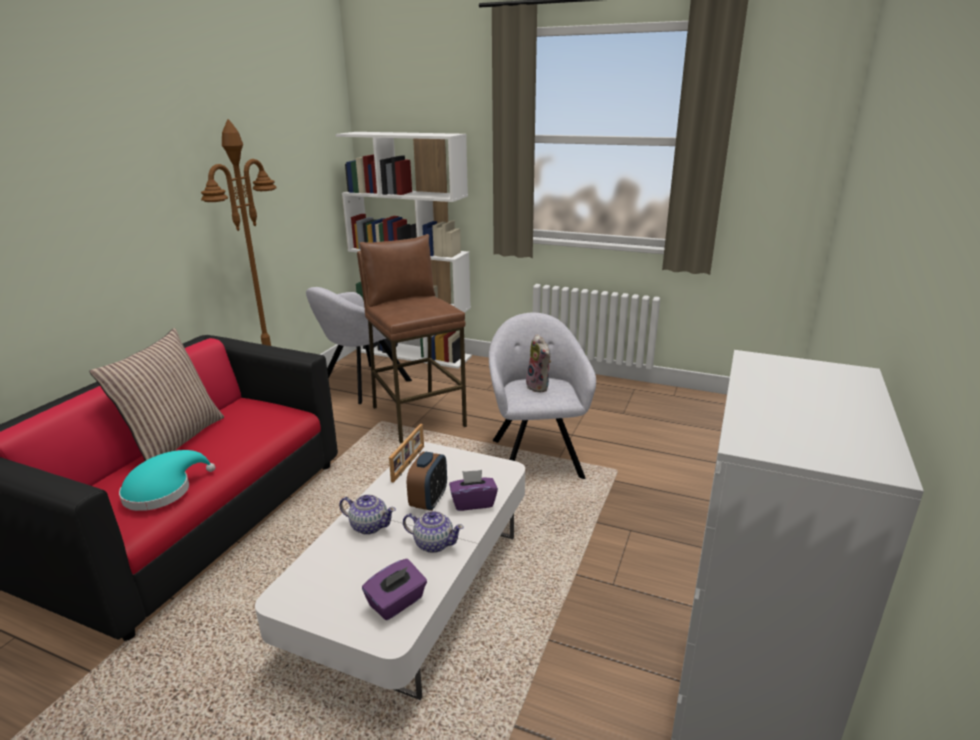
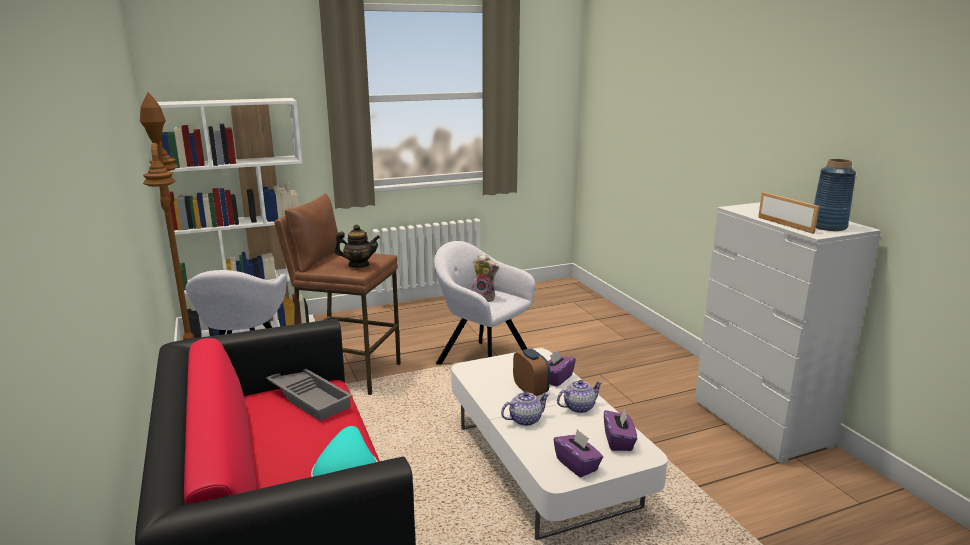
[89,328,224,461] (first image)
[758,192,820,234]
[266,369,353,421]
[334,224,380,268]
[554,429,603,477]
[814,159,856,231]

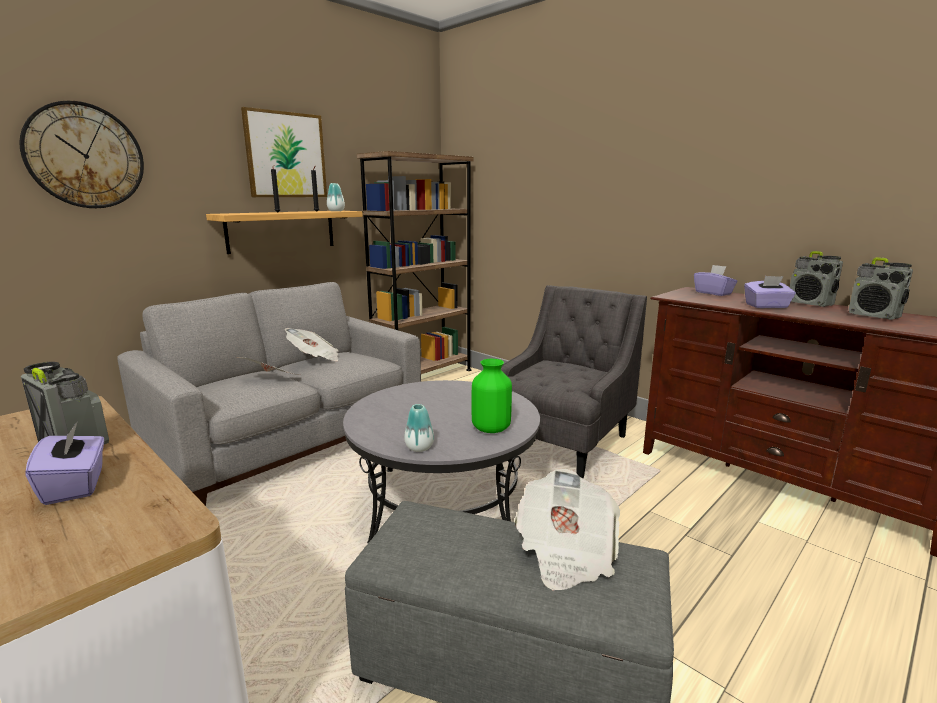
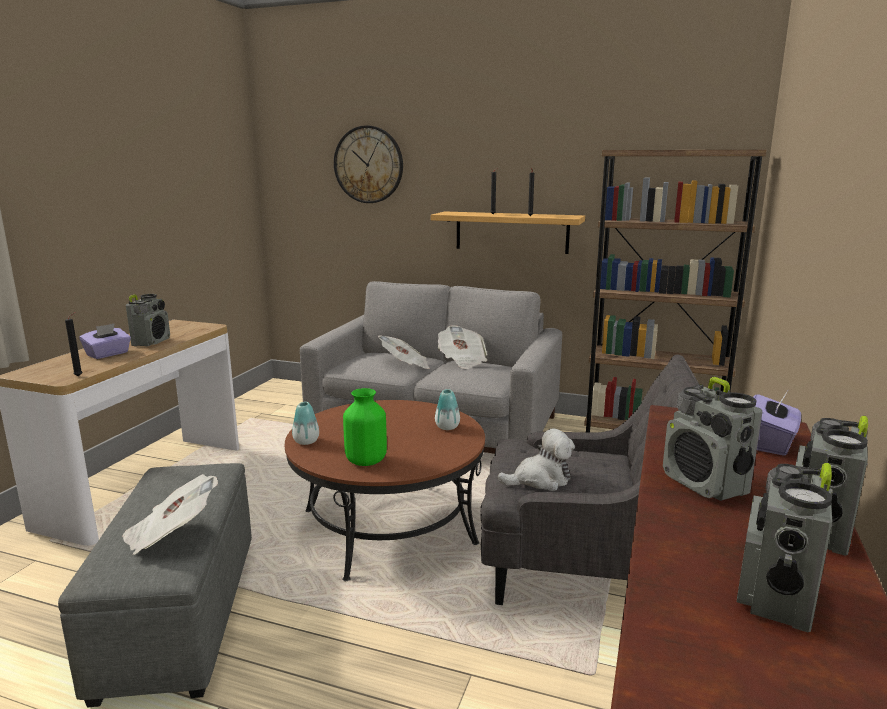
[241,107,327,197] (first image)
[435,389,460,430]
[285,400,485,581]
[663,377,762,501]
[65,312,82,377]
[498,428,575,491]

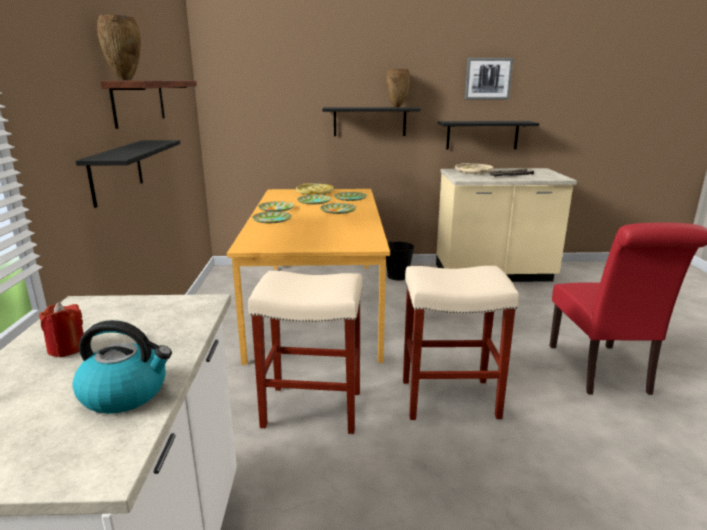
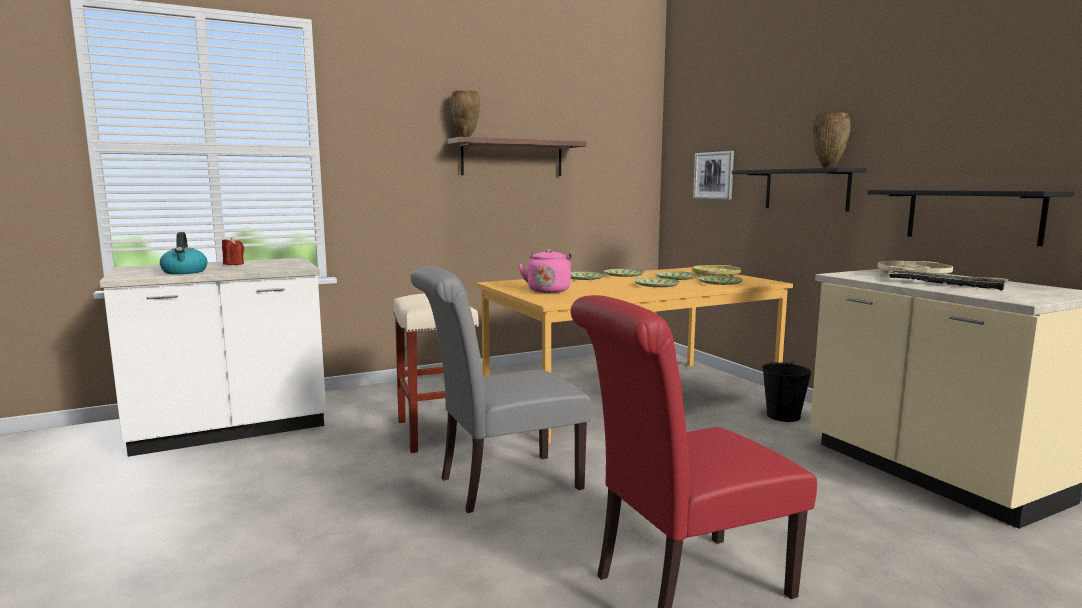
[76,140,181,208] (first image)
[410,265,591,513]
[693,151,734,200]
[518,249,572,293]

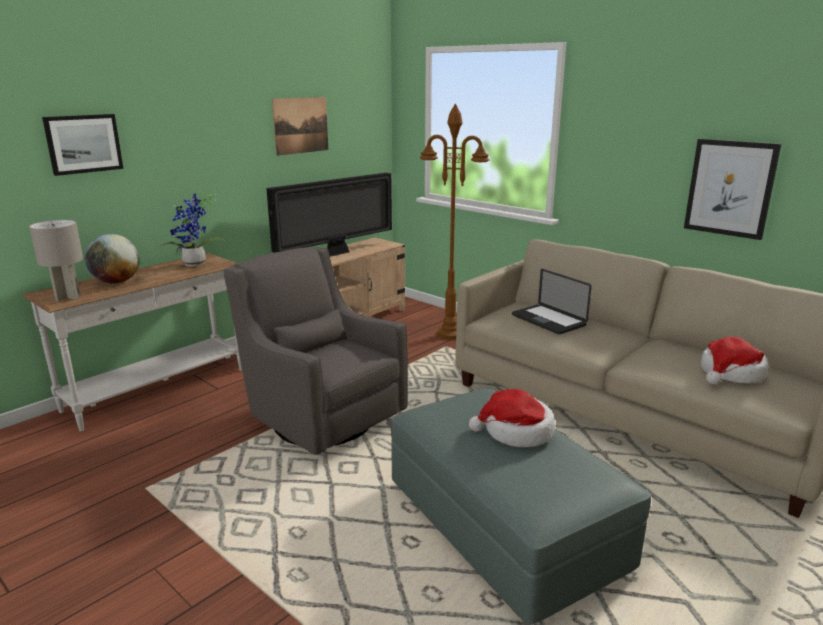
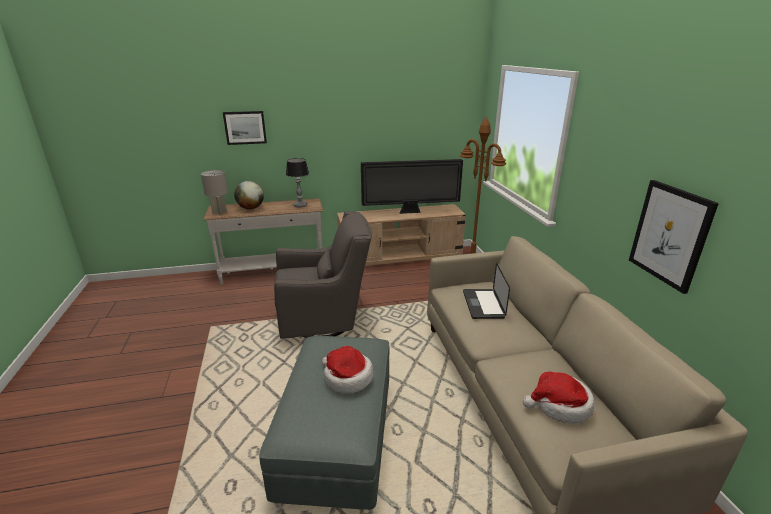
[286,158,309,207]
[274,211,372,339]
[272,97,328,156] (first image)

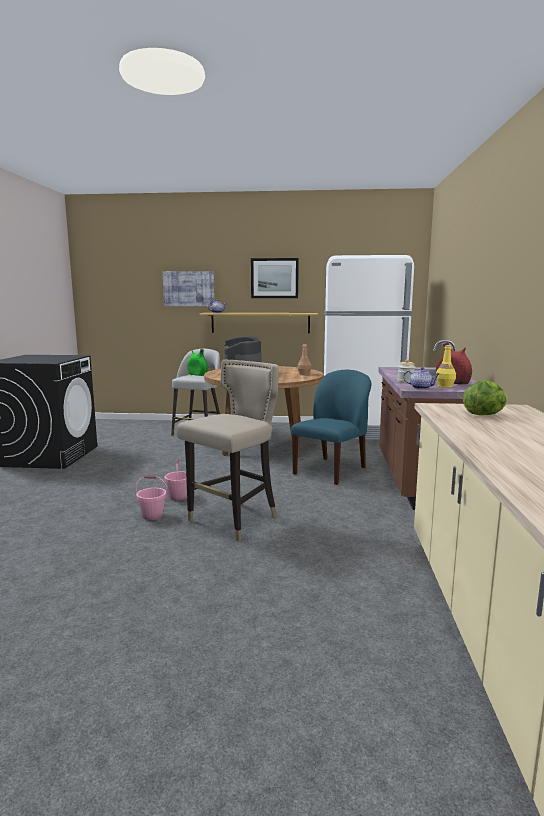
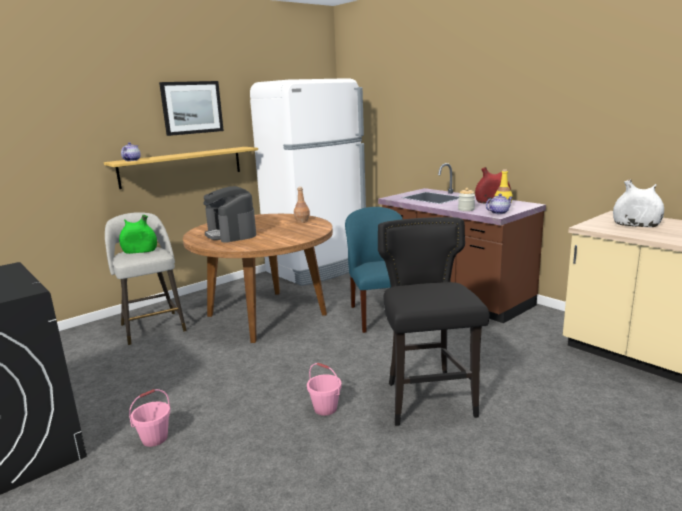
[129,389,170,447]
[163,271,214,306] (first image)
[378,217,489,426]
[613,179,664,227]

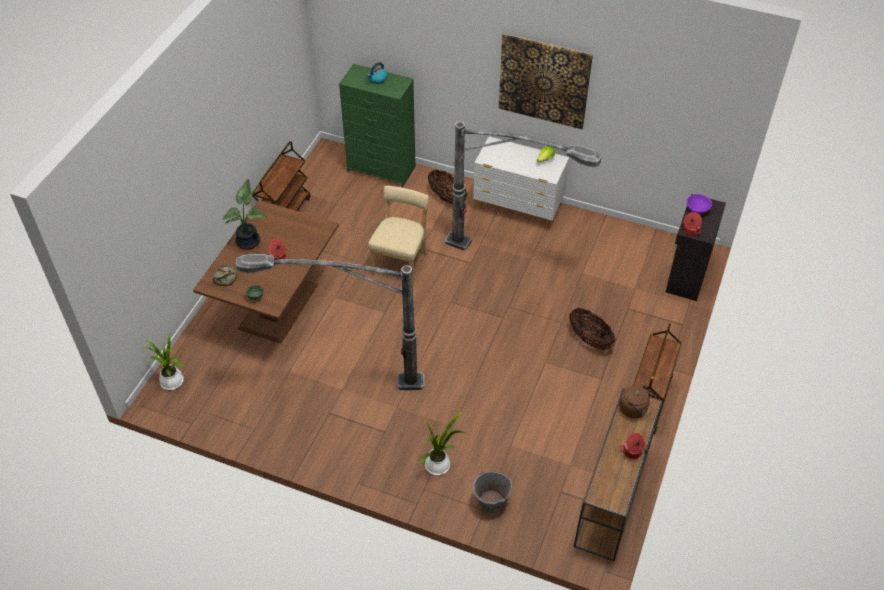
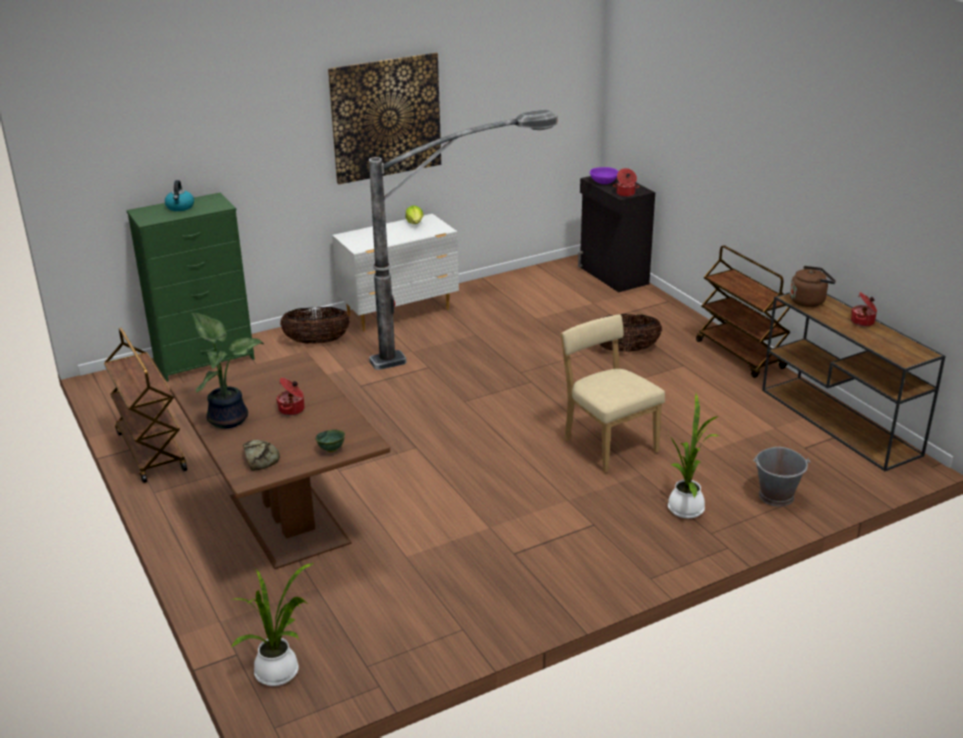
[235,254,424,390] (first image)
[561,315,665,473]

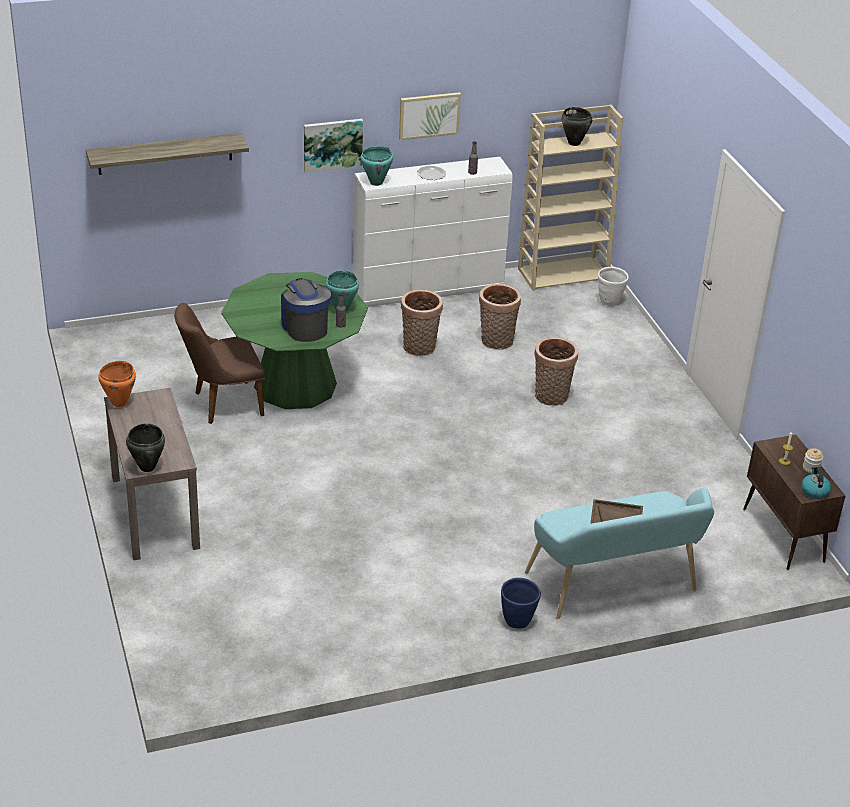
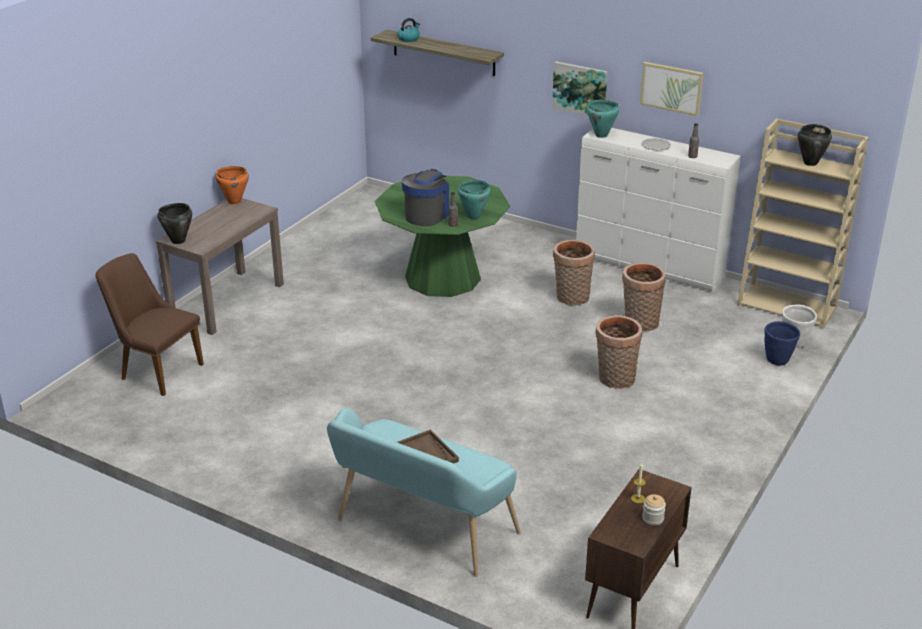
[95,253,204,396]
[764,321,800,366]
[398,18,420,42]

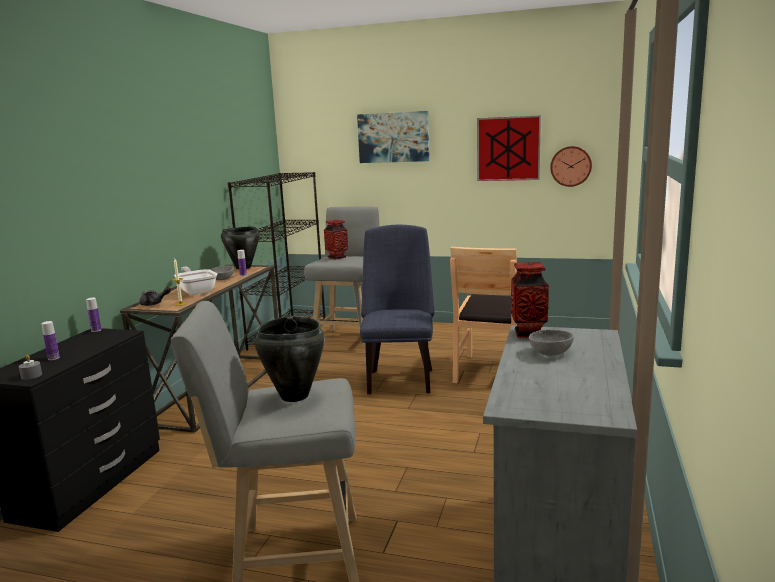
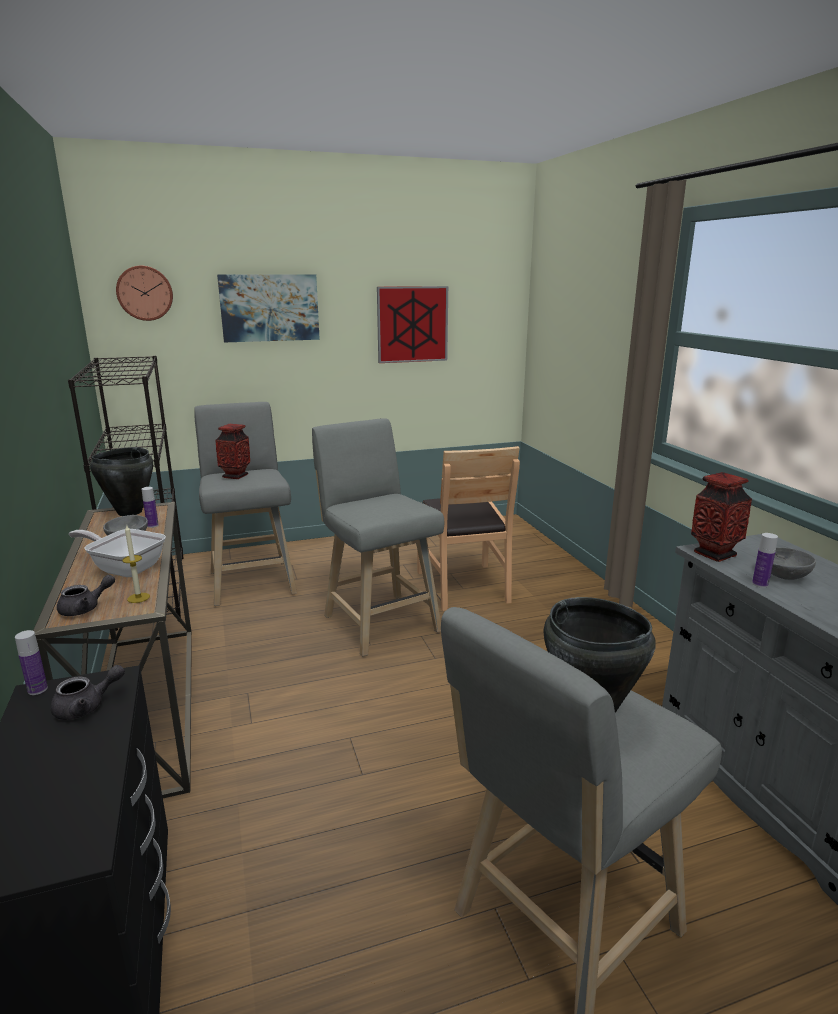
[19,355,42,380] (first image)
[752,533,778,588]
[312,418,444,656]
[116,266,173,321]
[51,665,125,720]

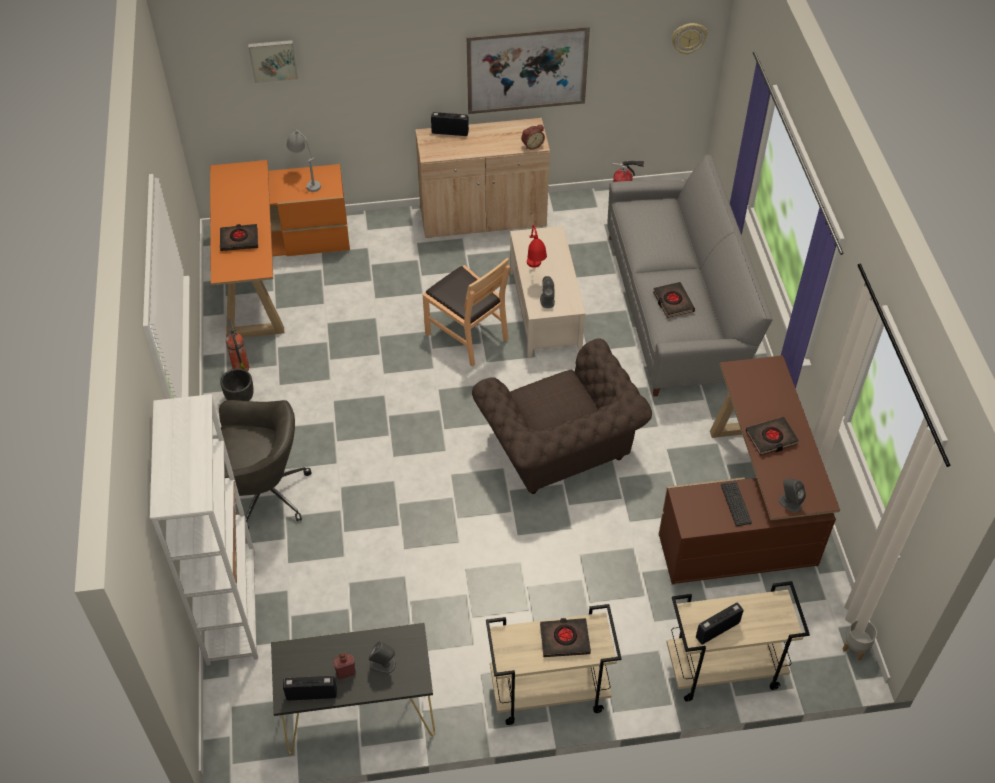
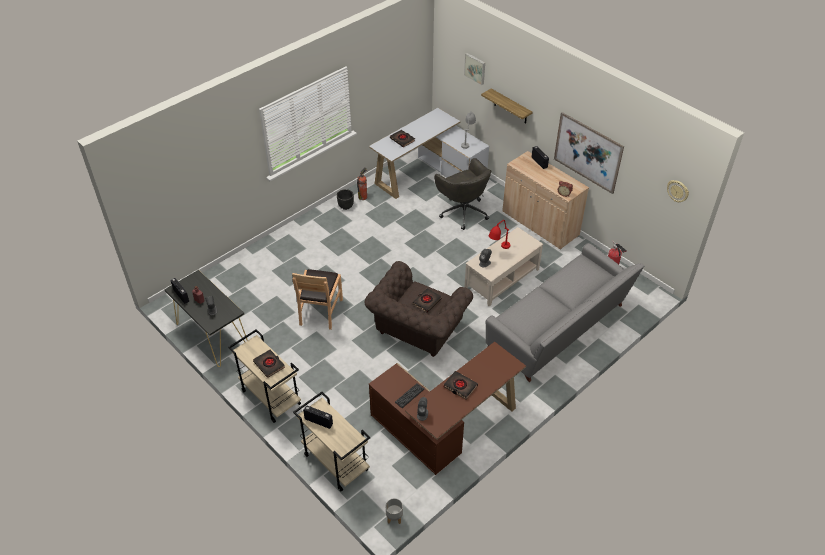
[150,394,258,666] (first image)
[369,108,490,199]
[434,158,491,230]
[292,269,343,330]
[413,288,442,313]
[481,89,533,124]

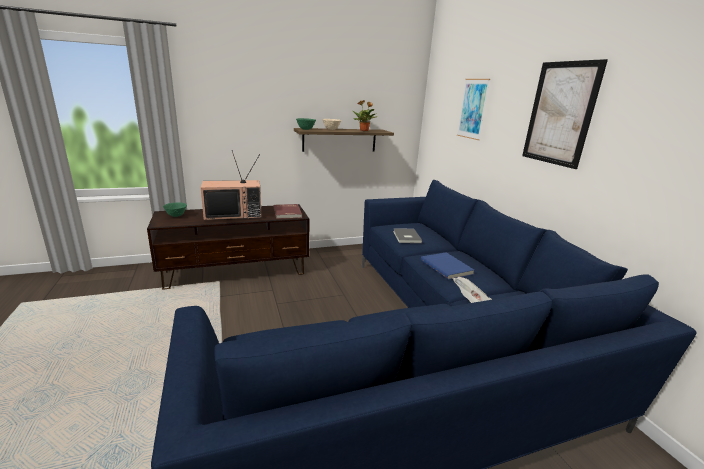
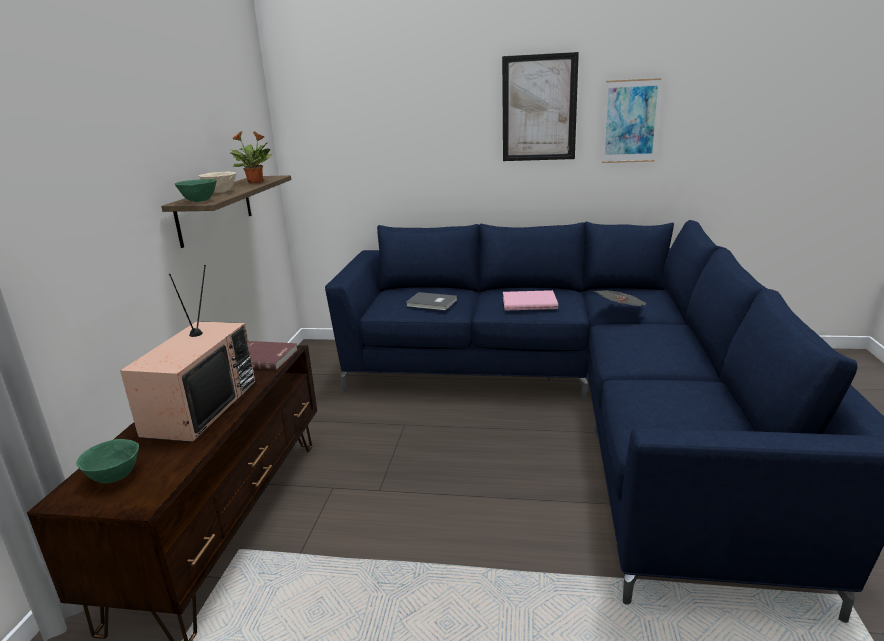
[503,290,558,311]
[602,78,661,163]

